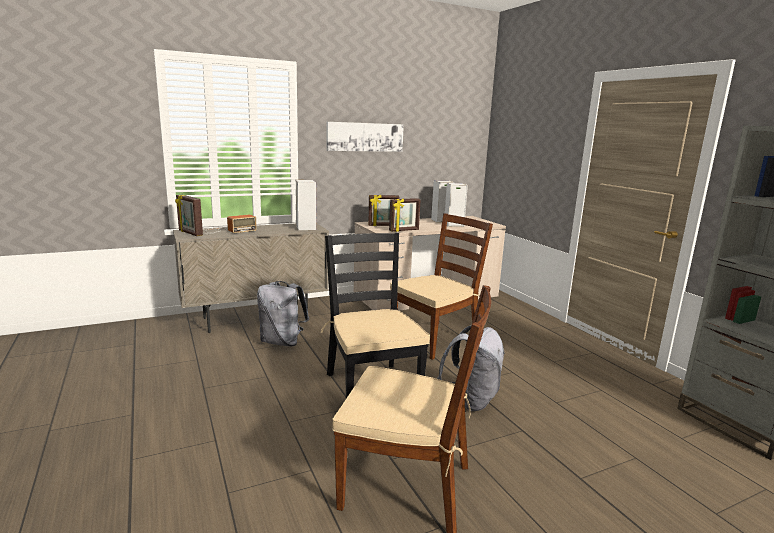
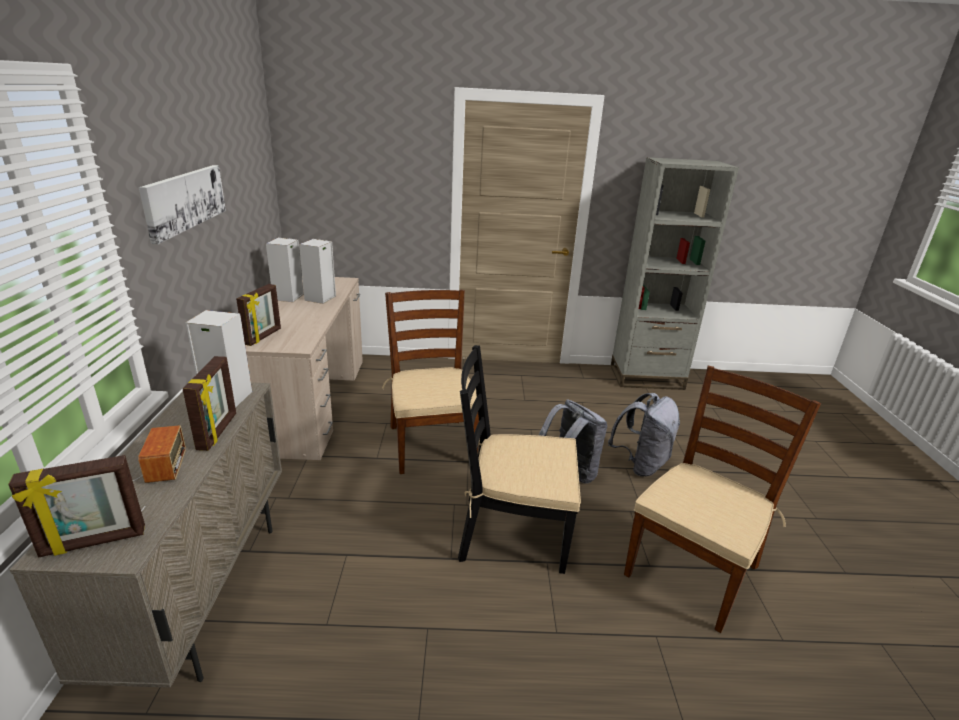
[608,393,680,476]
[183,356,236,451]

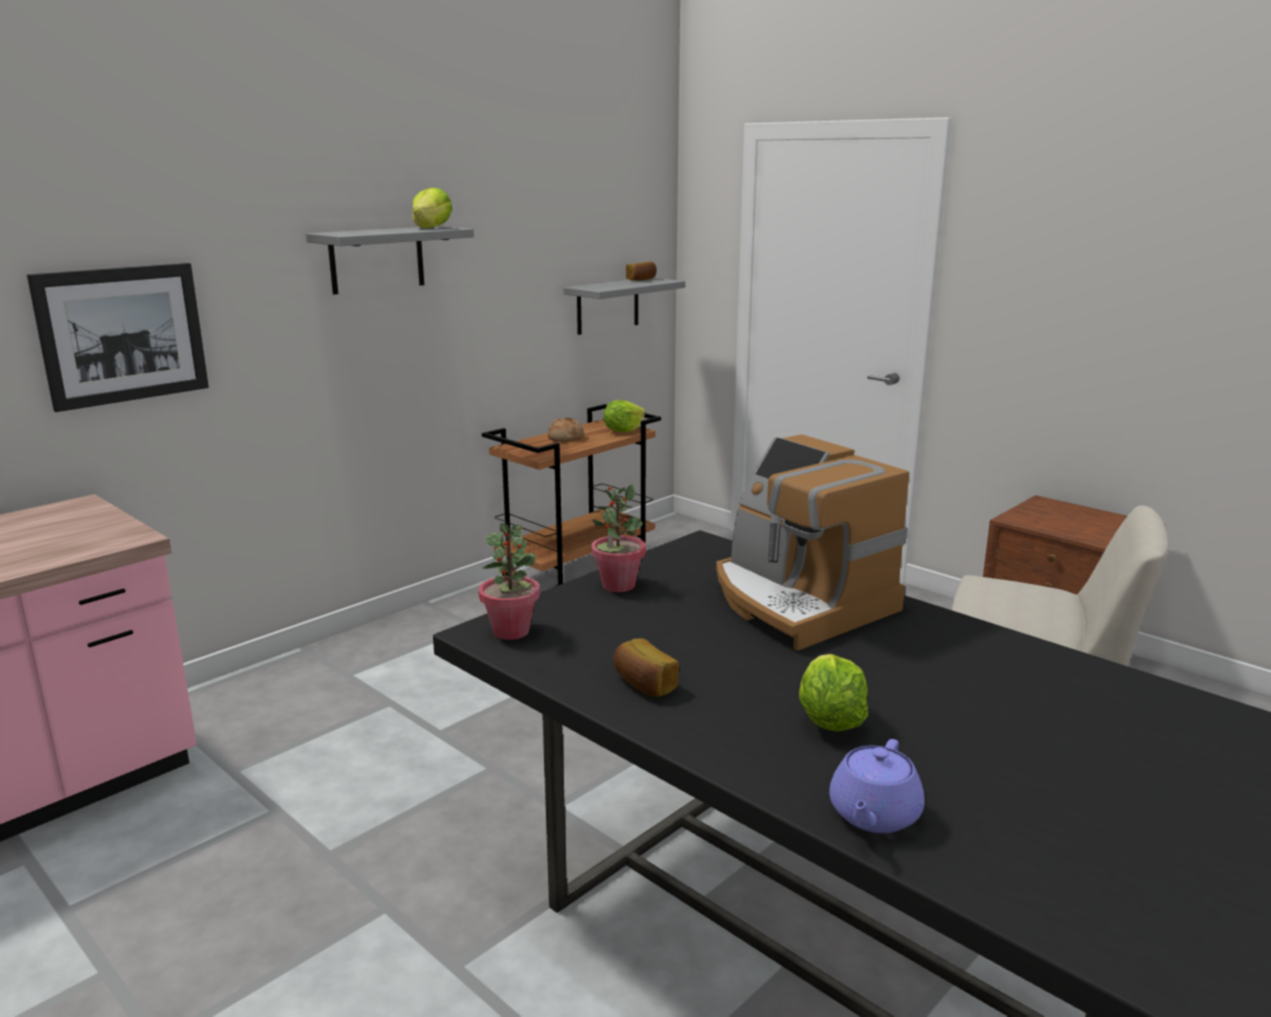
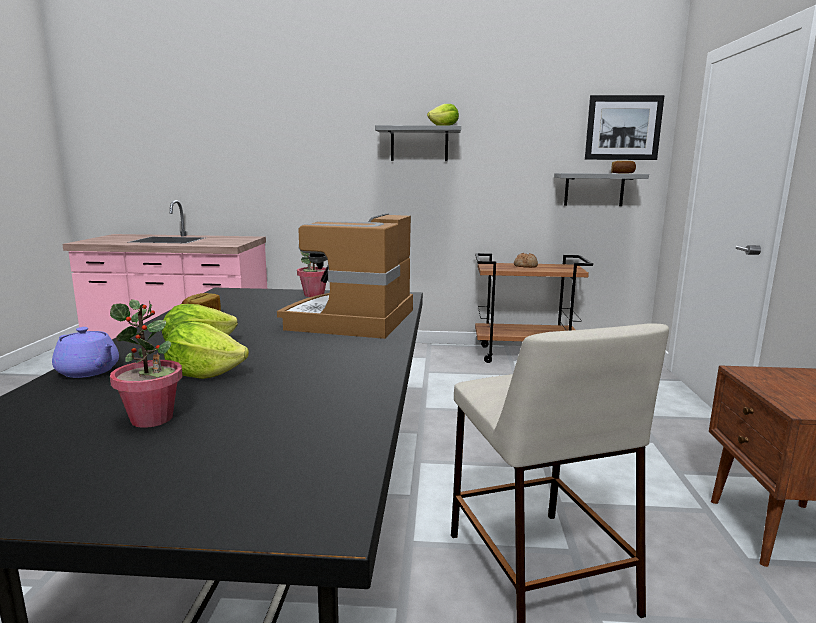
[585,95,664,160]
[110,300,182,428]
[164,322,249,379]
[52,327,119,378]

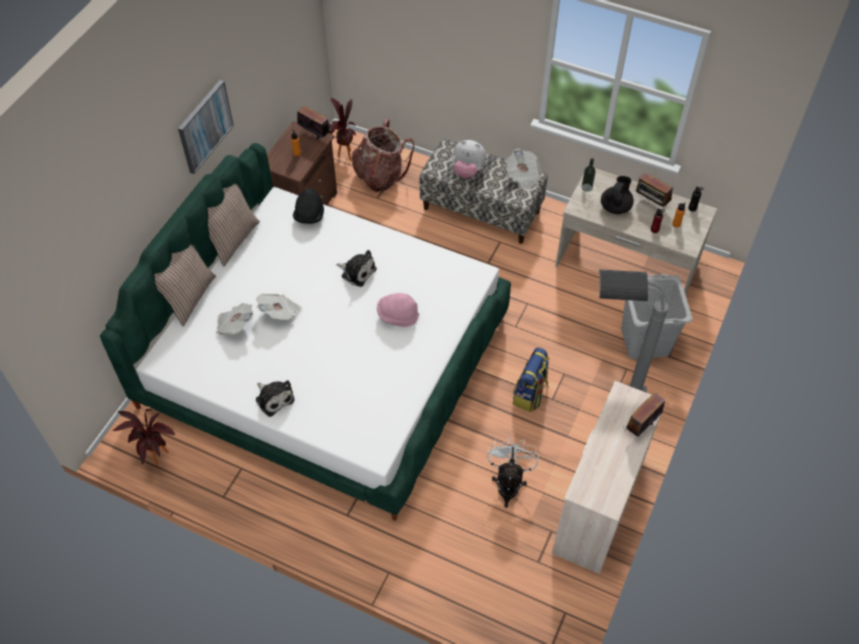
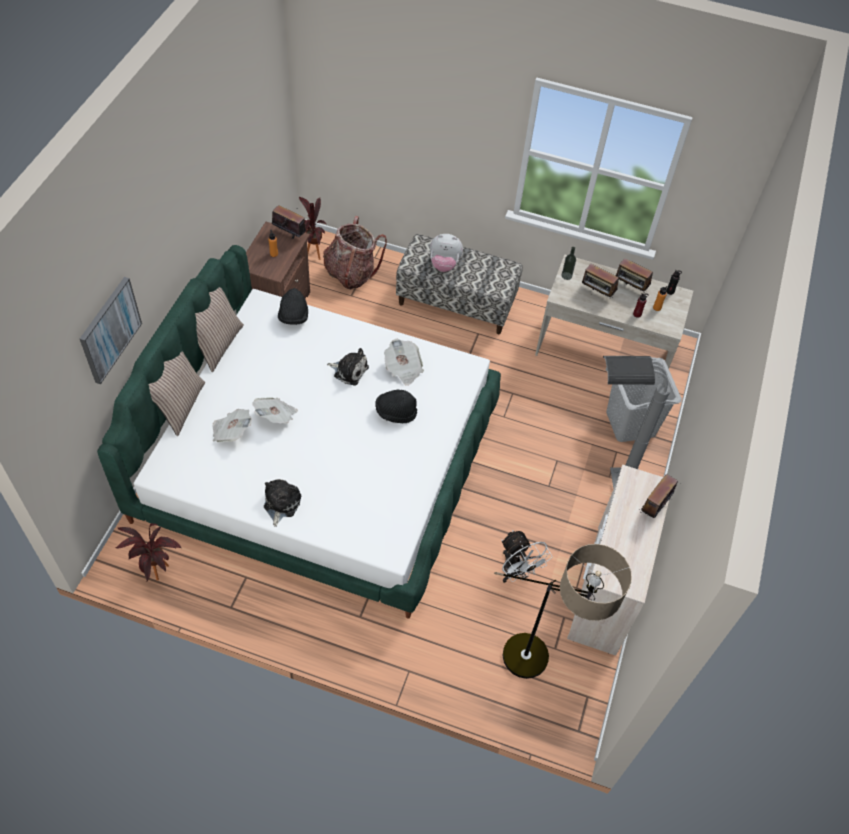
[80,277,142,384]
[264,479,301,527]
[375,390,417,423]
[501,530,552,583]
[384,339,424,386]
[513,347,549,412] (first image)
[582,264,619,299]
[494,544,632,679]

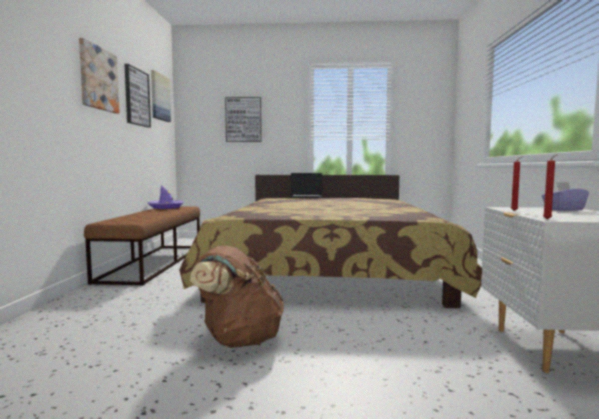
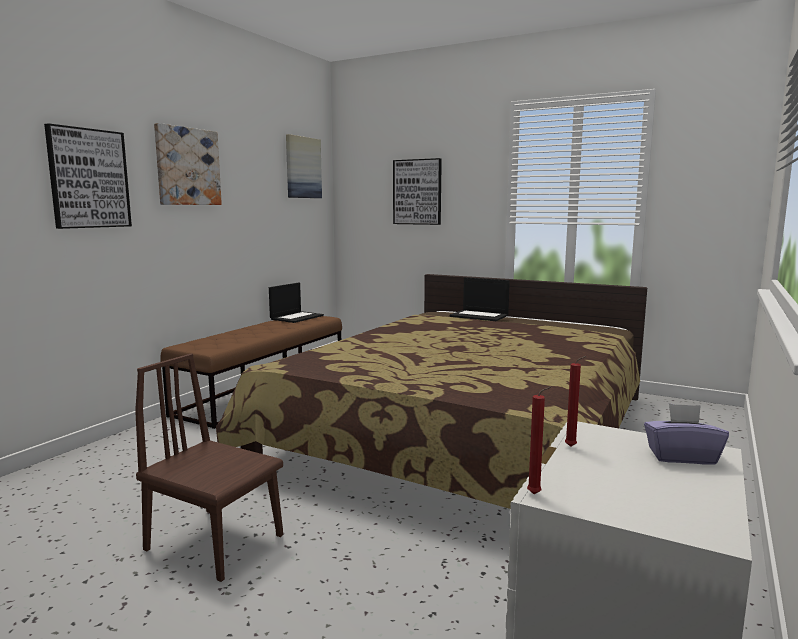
[44,123,132,229]
[269,283,324,323]
[135,354,283,582]

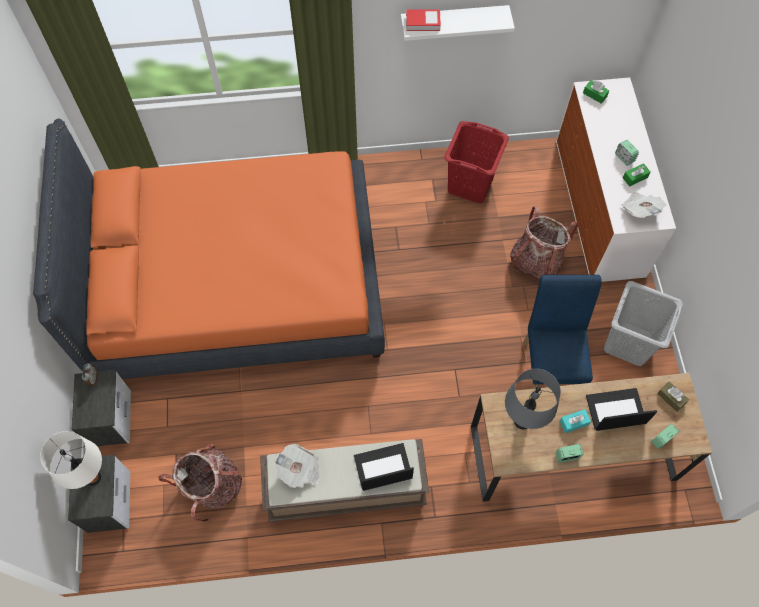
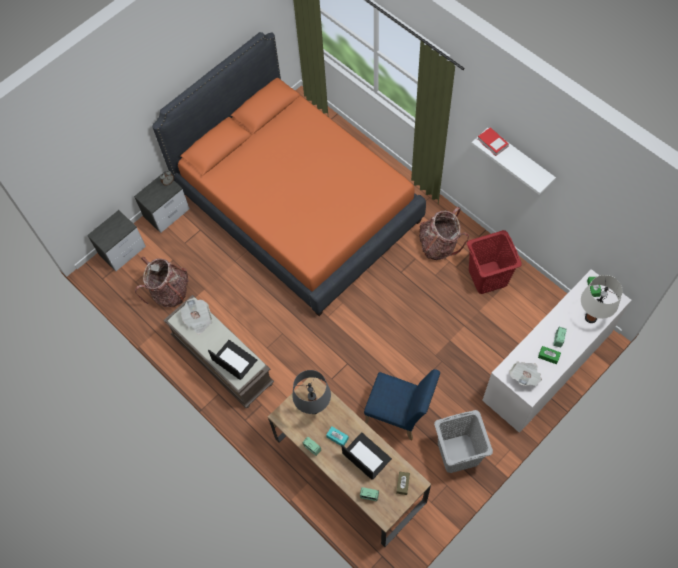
[581,275,623,323]
[419,207,469,260]
[364,369,440,440]

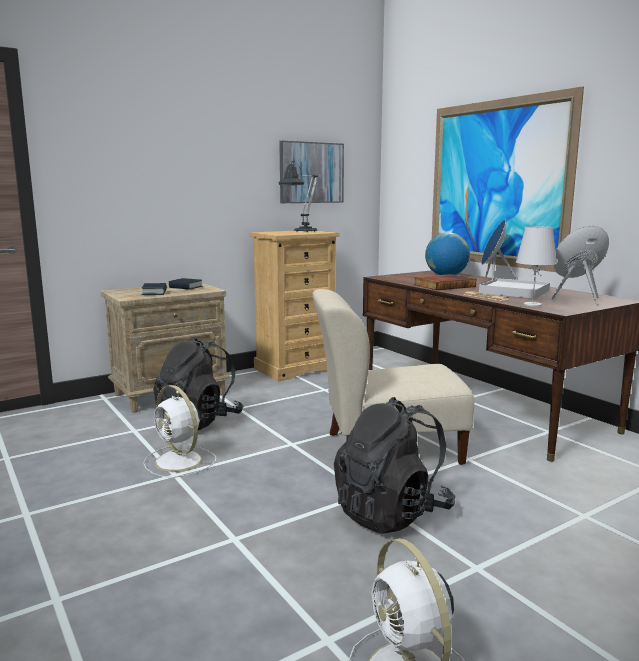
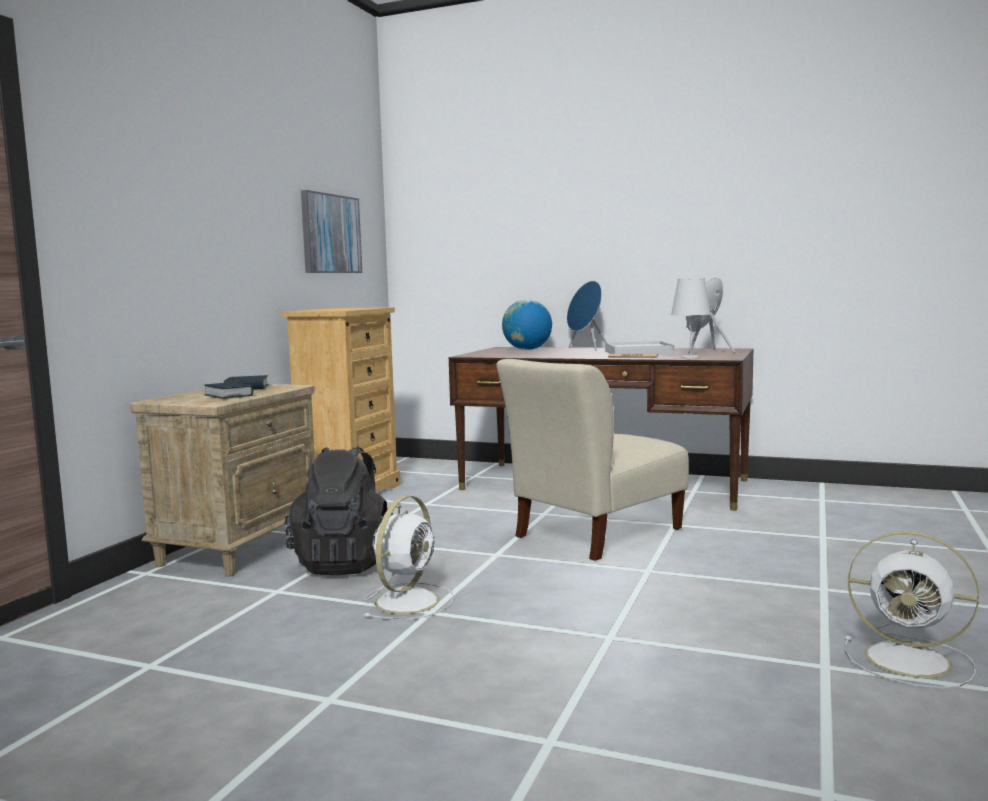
[363,496,455,619]
[278,161,318,232] (first image)
[334,397,456,534] (first image)
[414,274,476,290] (first image)
[432,86,584,272] (first image)

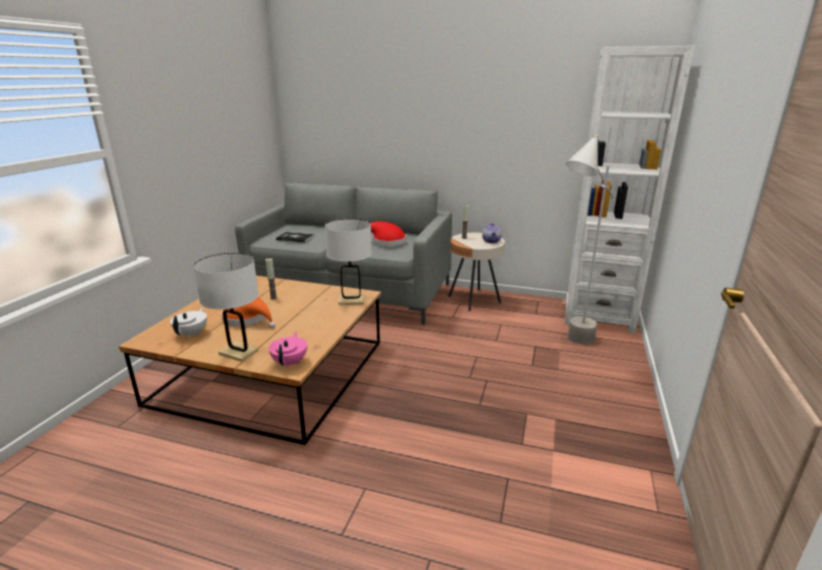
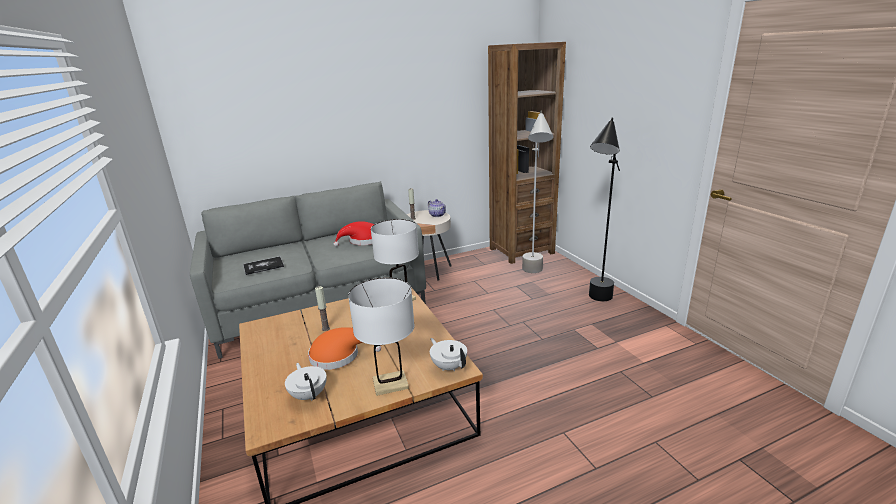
[430,338,467,371]
[488,42,566,264]
[589,118,620,301]

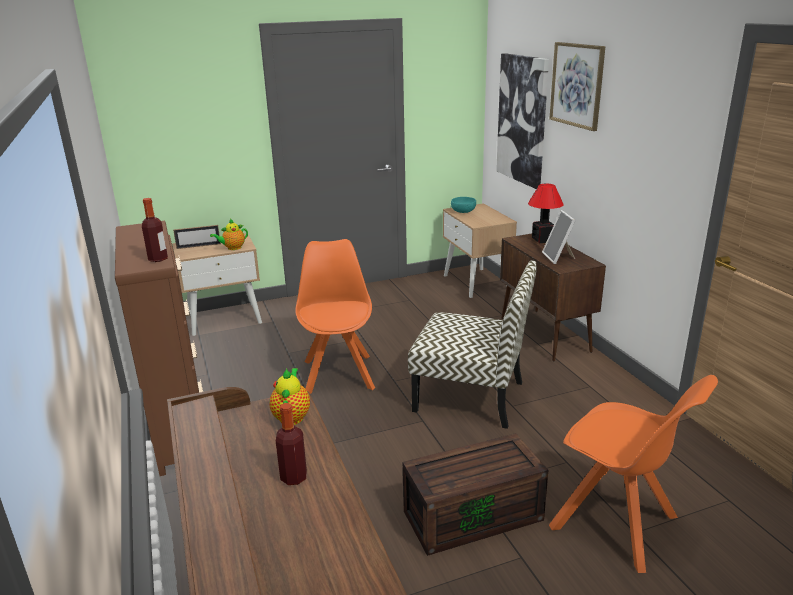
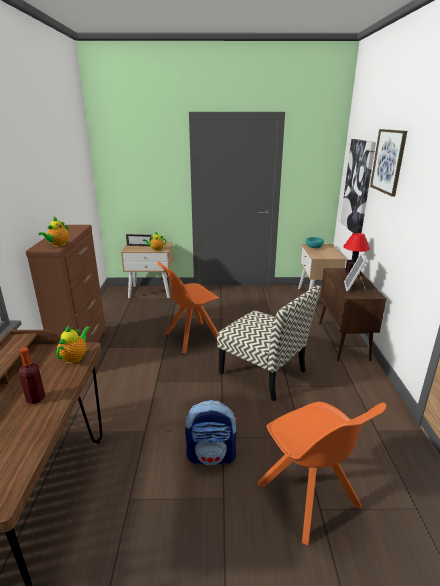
[38,217,69,247]
[157,261,219,353]
[185,400,238,465]

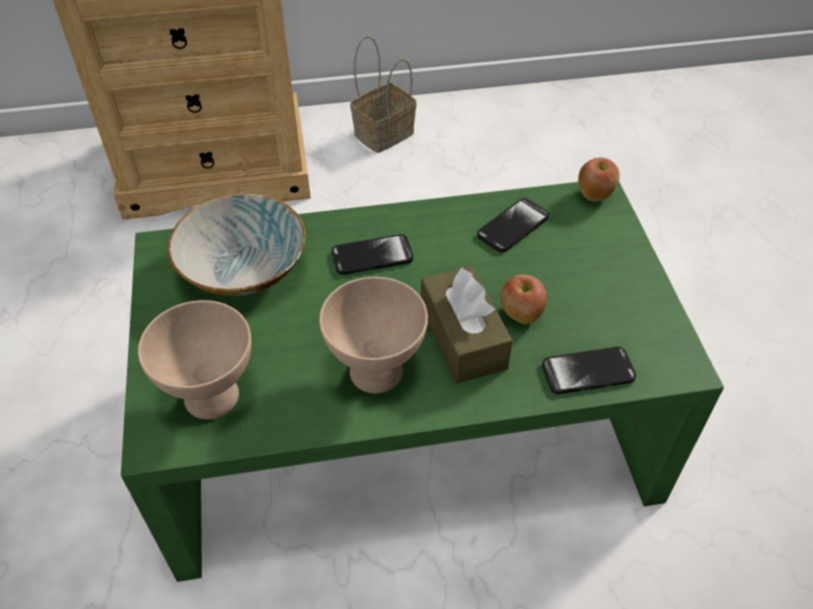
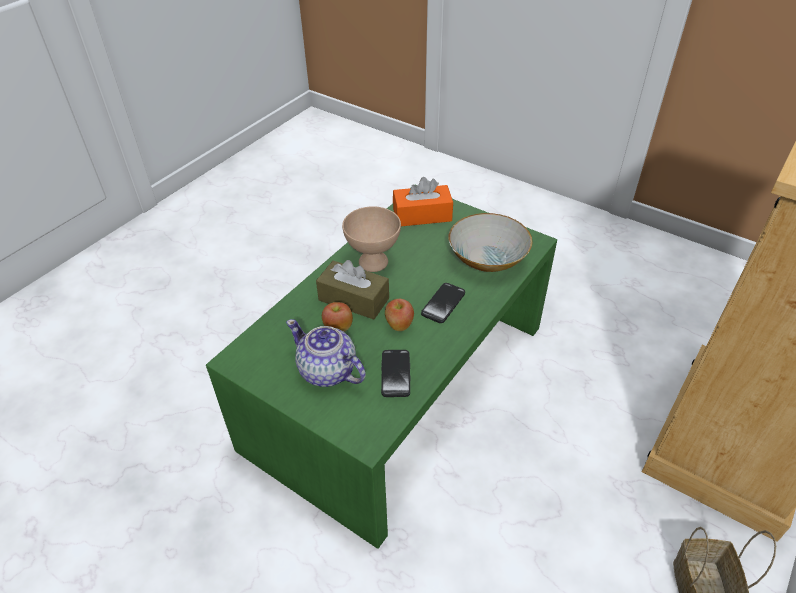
[393,177,453,226]
[542,346,636,394] (first image)
[385,299,414,331]
[286,319,366,387]

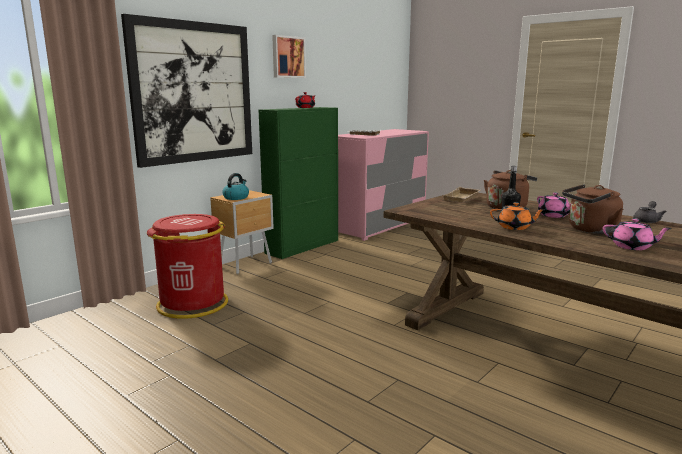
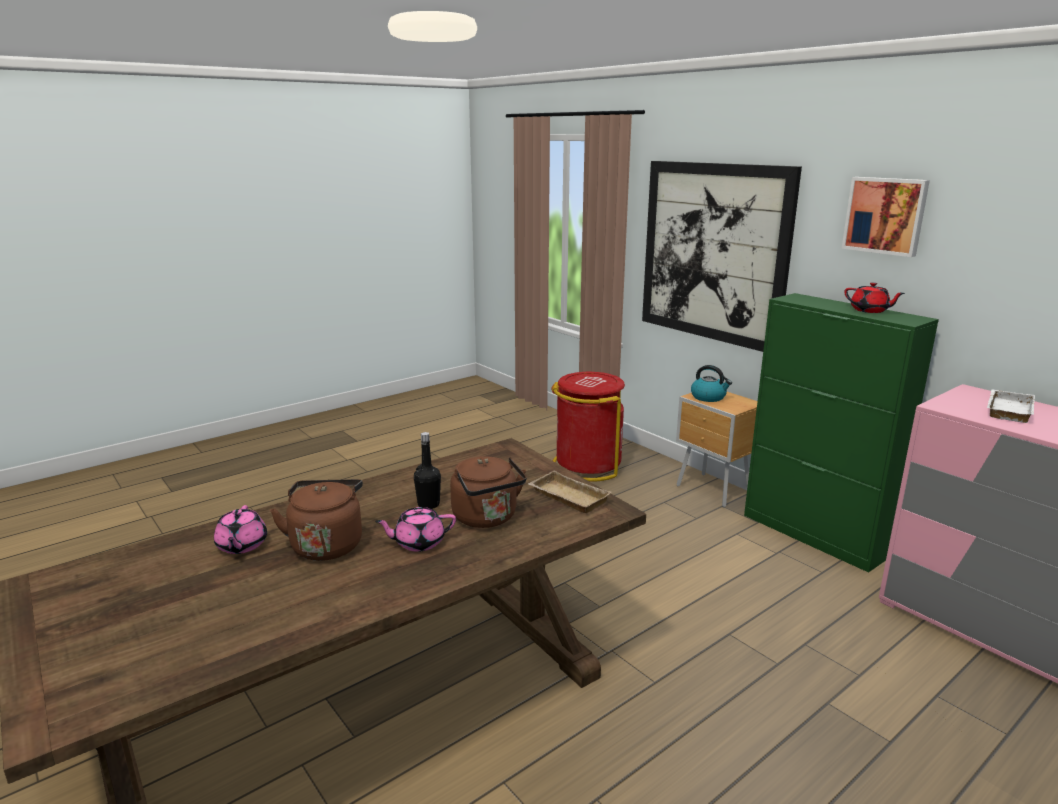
[490,202,546,230] (first image)
[214,505,267,554]
[633,201,667,223] (first image)

